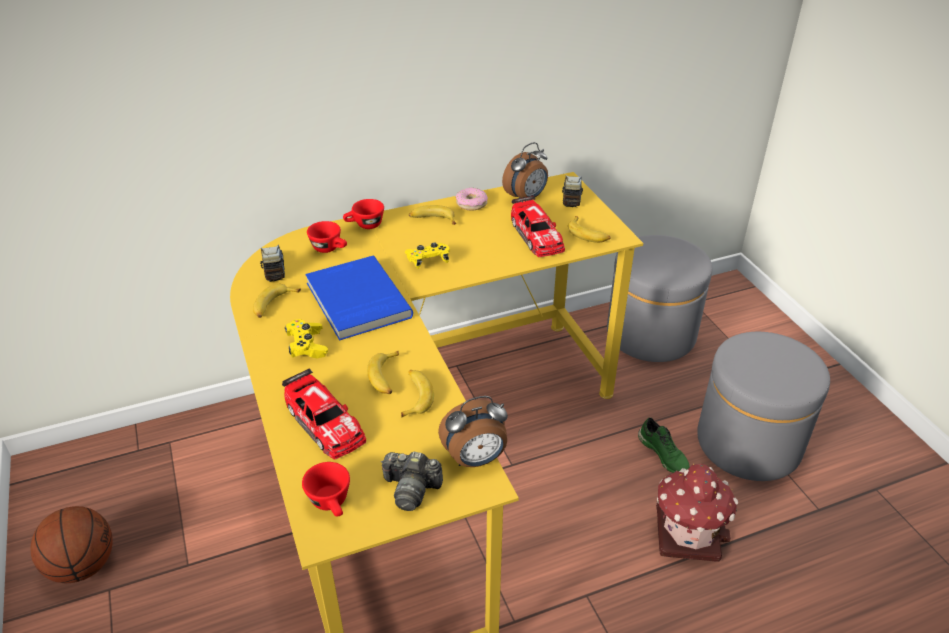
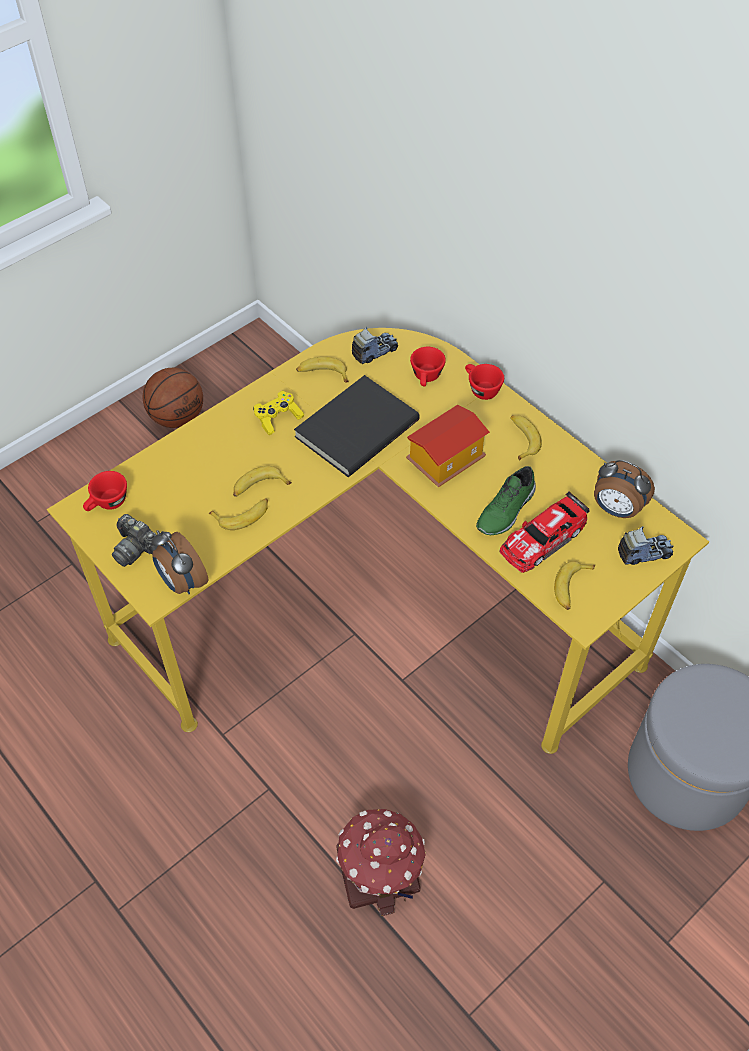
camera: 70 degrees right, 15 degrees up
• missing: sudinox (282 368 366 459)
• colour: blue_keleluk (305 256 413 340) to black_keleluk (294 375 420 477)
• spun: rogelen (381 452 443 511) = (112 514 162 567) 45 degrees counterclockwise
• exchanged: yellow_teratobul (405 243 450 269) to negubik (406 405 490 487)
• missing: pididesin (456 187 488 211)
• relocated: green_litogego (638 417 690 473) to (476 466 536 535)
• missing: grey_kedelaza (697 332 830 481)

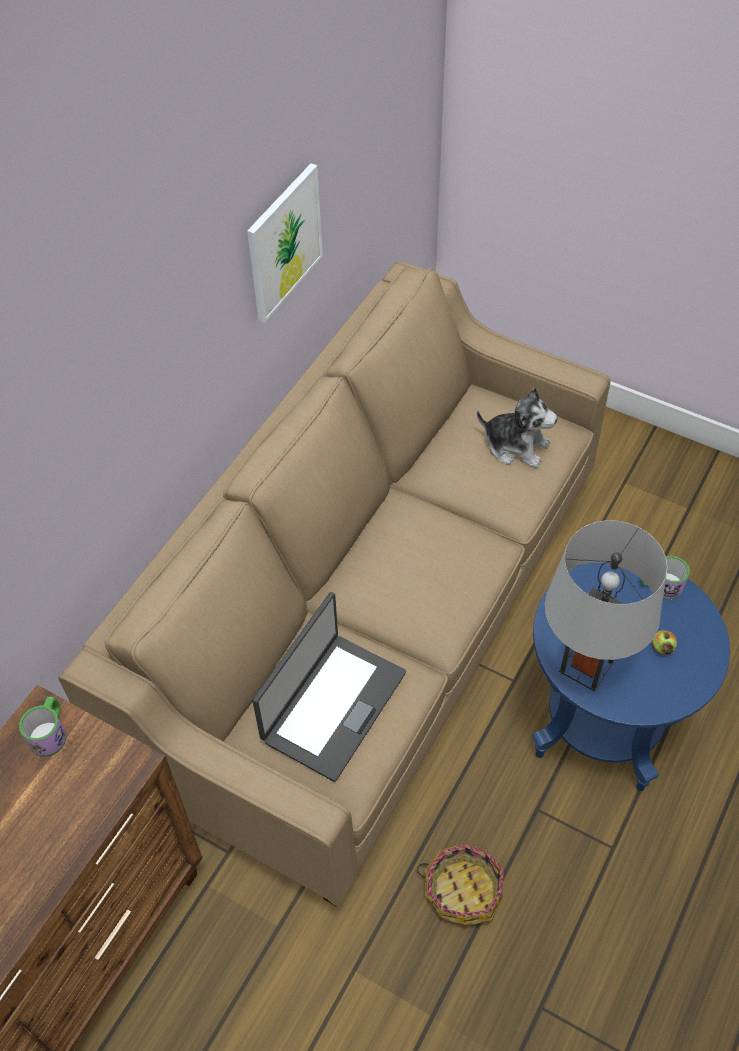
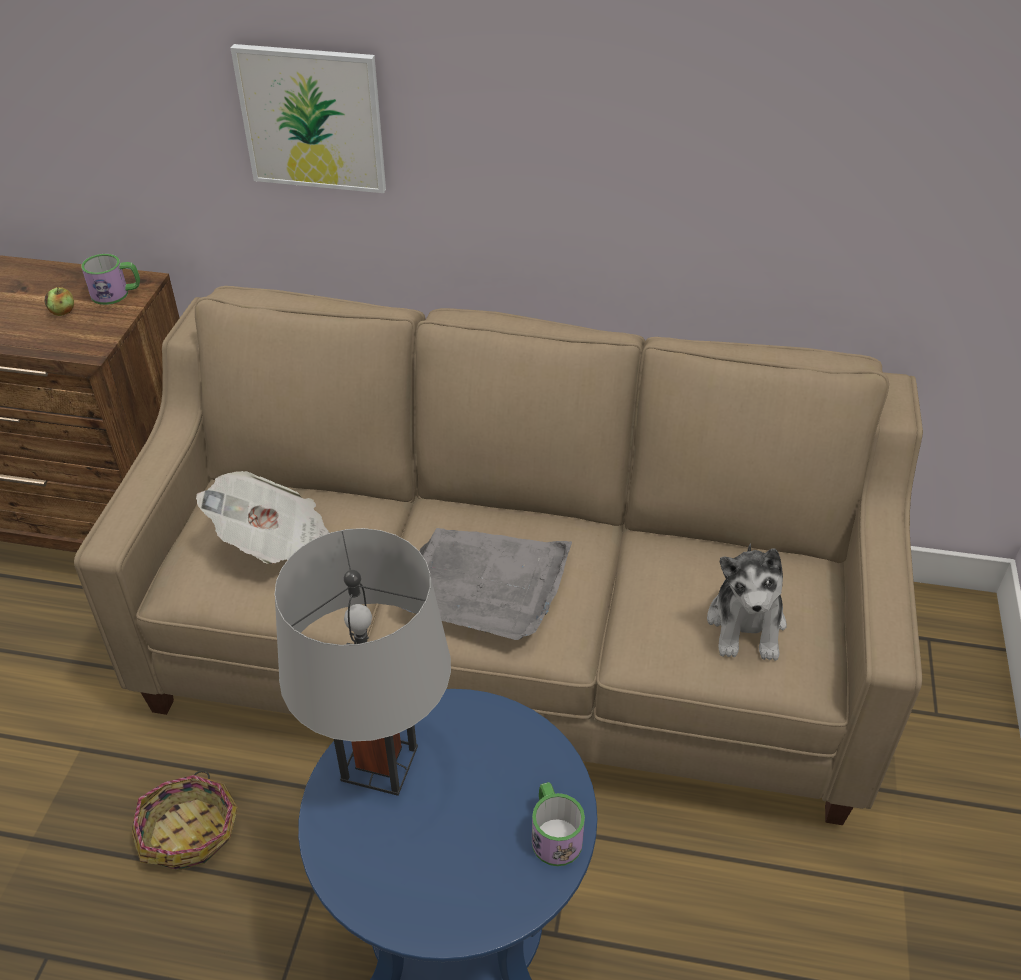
camera: 70 degrees right, 10 degrees down
• relocated: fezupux (247 163 323 323) to (231 44 386 193)
• exchanged: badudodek (252 592 406 782) to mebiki (196 471 329 564)
• relocated: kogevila (652 630 677 655) to (45 287 74 316)
• appeared: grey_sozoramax (402 528 572 640)

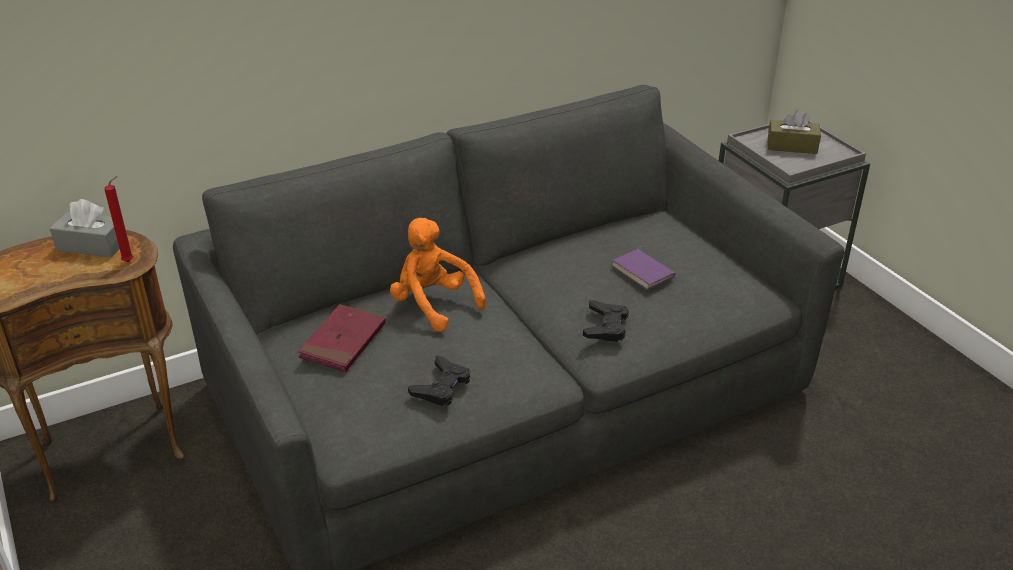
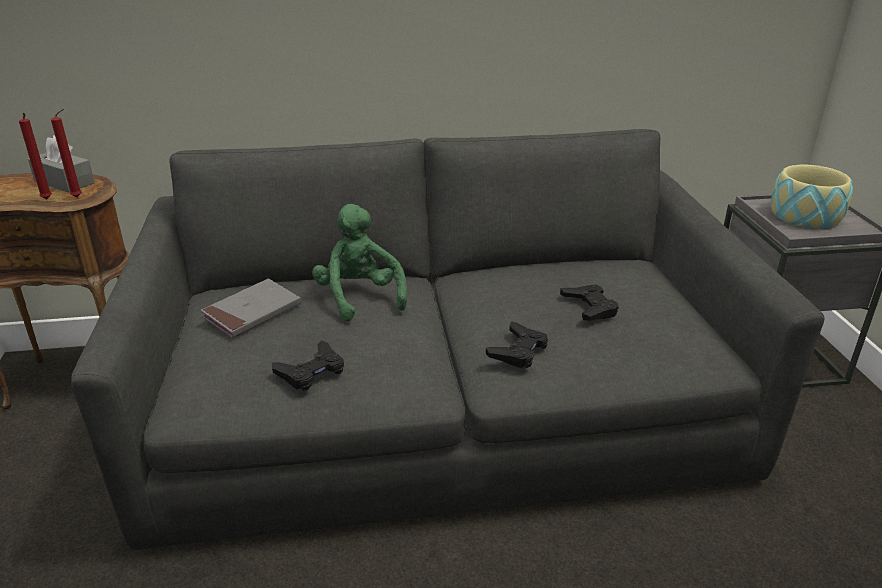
camera: 20 degrees right, 5 degrees down
• colour: red_keleluk (298 304 386 372) to grey_keleluk (201 279 301 338)
• colour: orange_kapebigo (390 218 486 332) to green_kapebigo (312 204 407 322)
• exchanged: purple_keleluk (612 246 676 290) to black_teratobul (560 284 619 321)
• exchanged: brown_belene (768 109 821 154) to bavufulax (771 164 853 229)
• appeared: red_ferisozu (19 113 52 199)

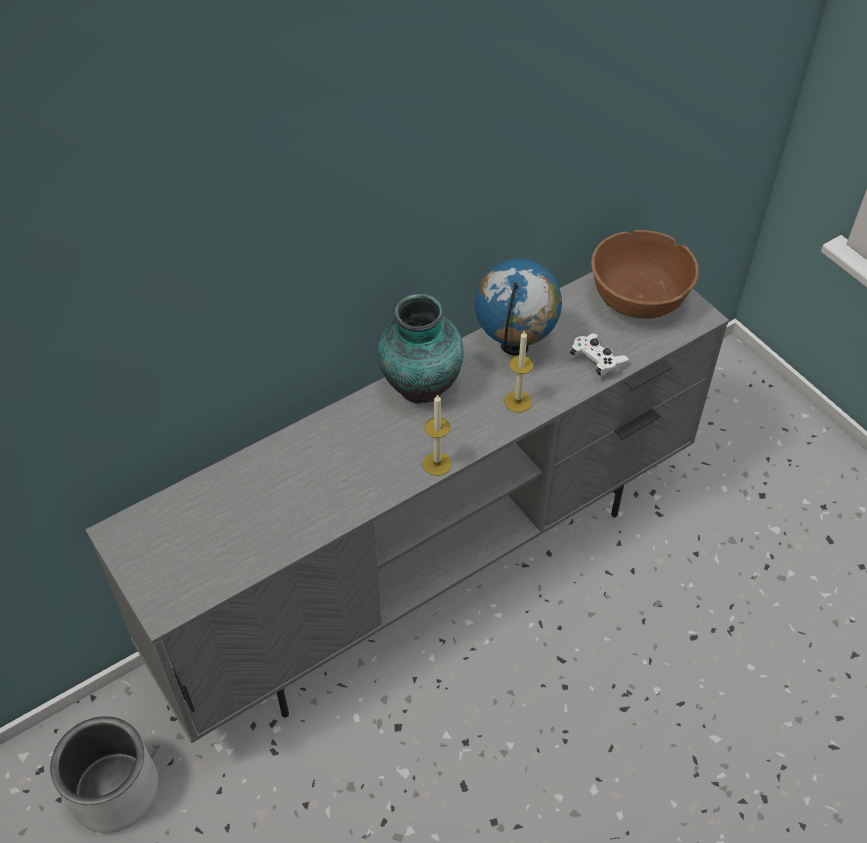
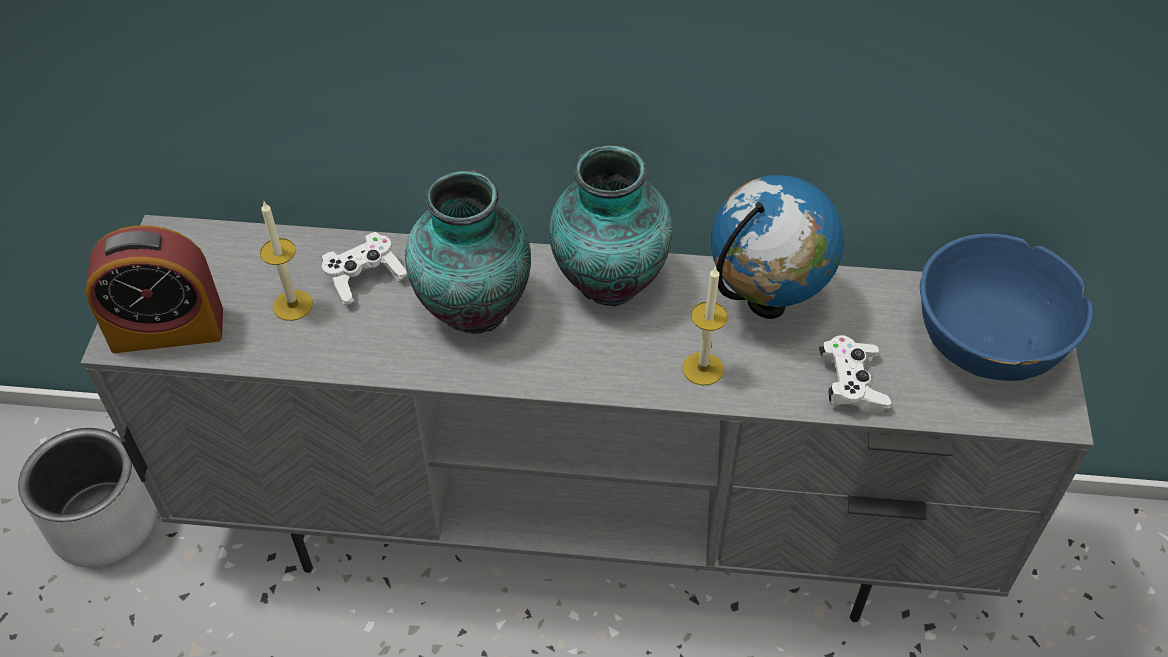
camera: 40 degrees right, 0 degrees up
• relocated: ferisozu (423 394 452 476) to (260 202 313 321)
• colour: brown_bavufulax (591 230 699 319) to blue_bavufulax (920 234 1093 381)
• appeared: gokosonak (86 225 223 353)
• appeared: white_teratobul (322 232 407 306)
• appeared: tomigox (405 170 531 334)

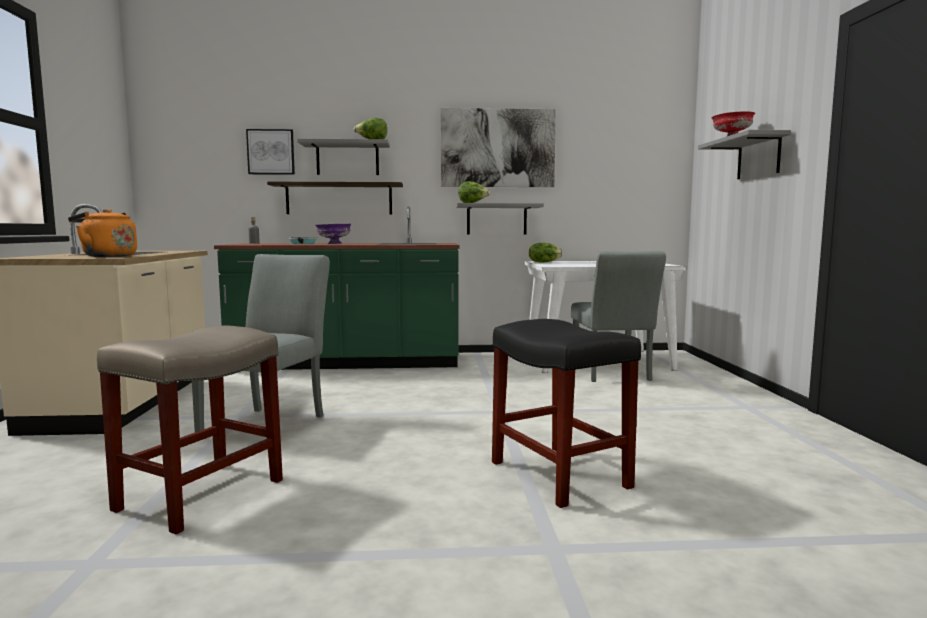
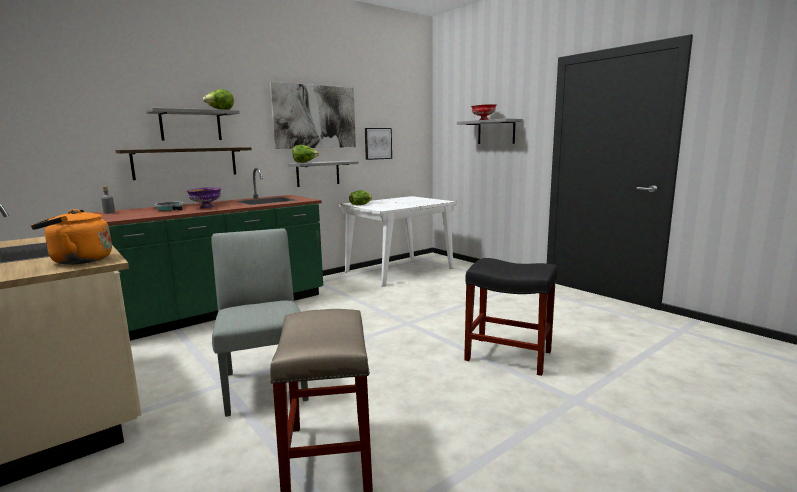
camera: 35 degrees left, 5 degrees up
• relocated: fezupux (246 129 295 175) to (365 128 392 160)
• missing: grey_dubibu (571 251 666 382)

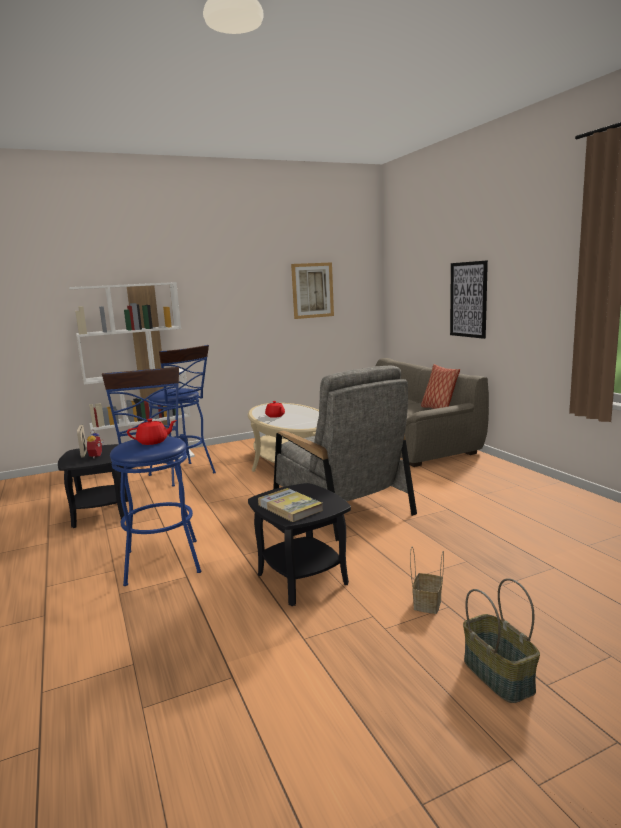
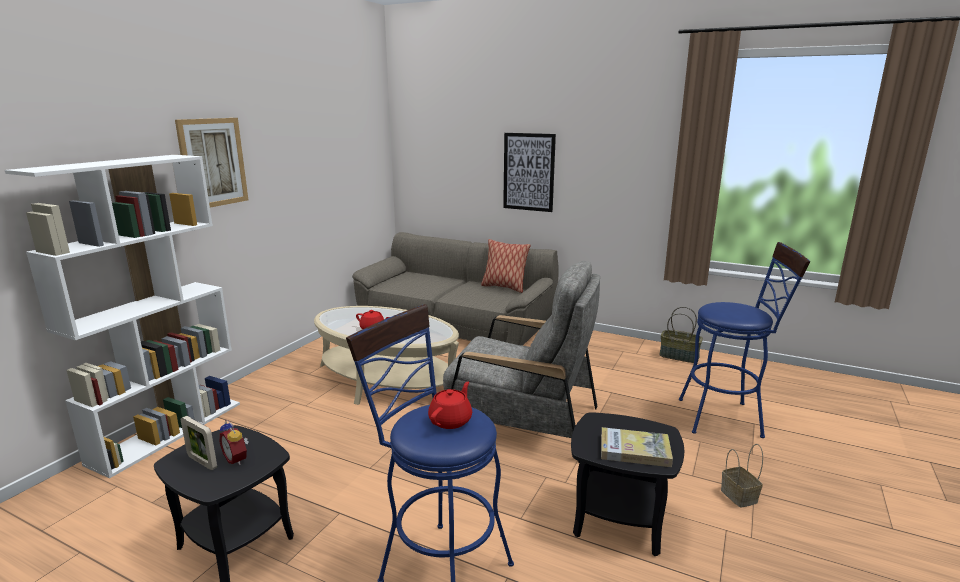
camera: 40 degrees left, 5 degrees up
• relocated: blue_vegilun (148 345 216 487) to (679 242 810 438)
• relocated: fezupux (291 262 334 319) to (175 118 248 208)
• relocated: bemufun (463 578 540 703) to (660 307 703 363)

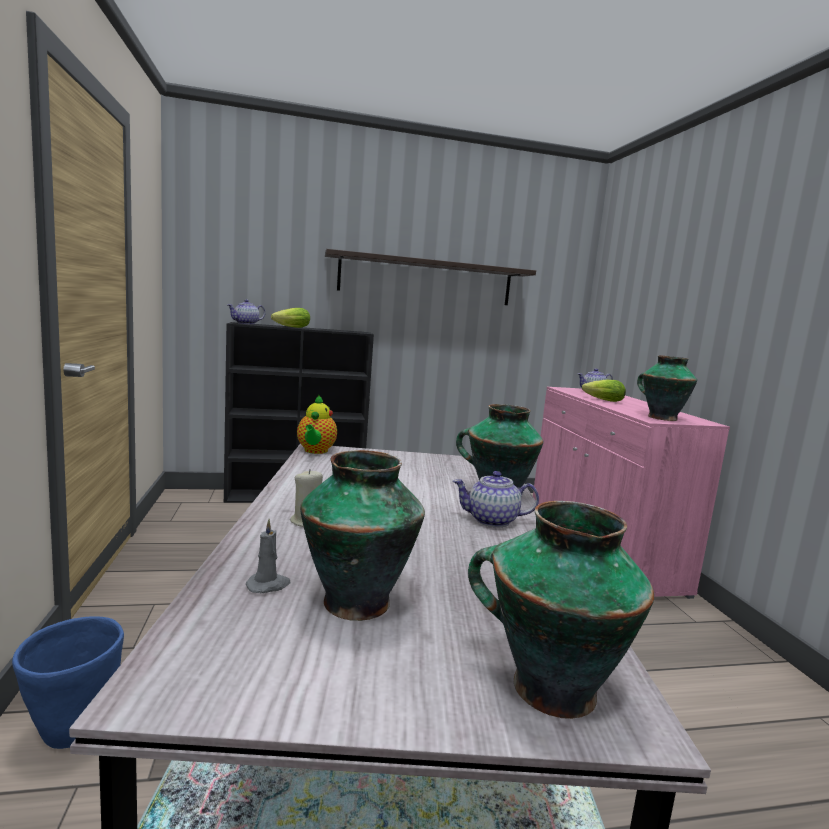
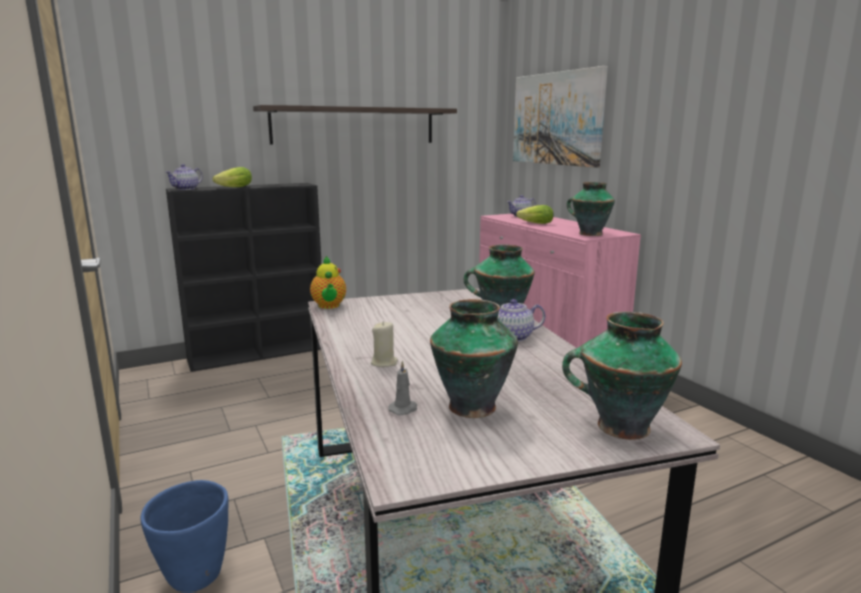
camera: 15 degrees left, 5 degrees up
• appeared: fezupux (513 66 608 168)

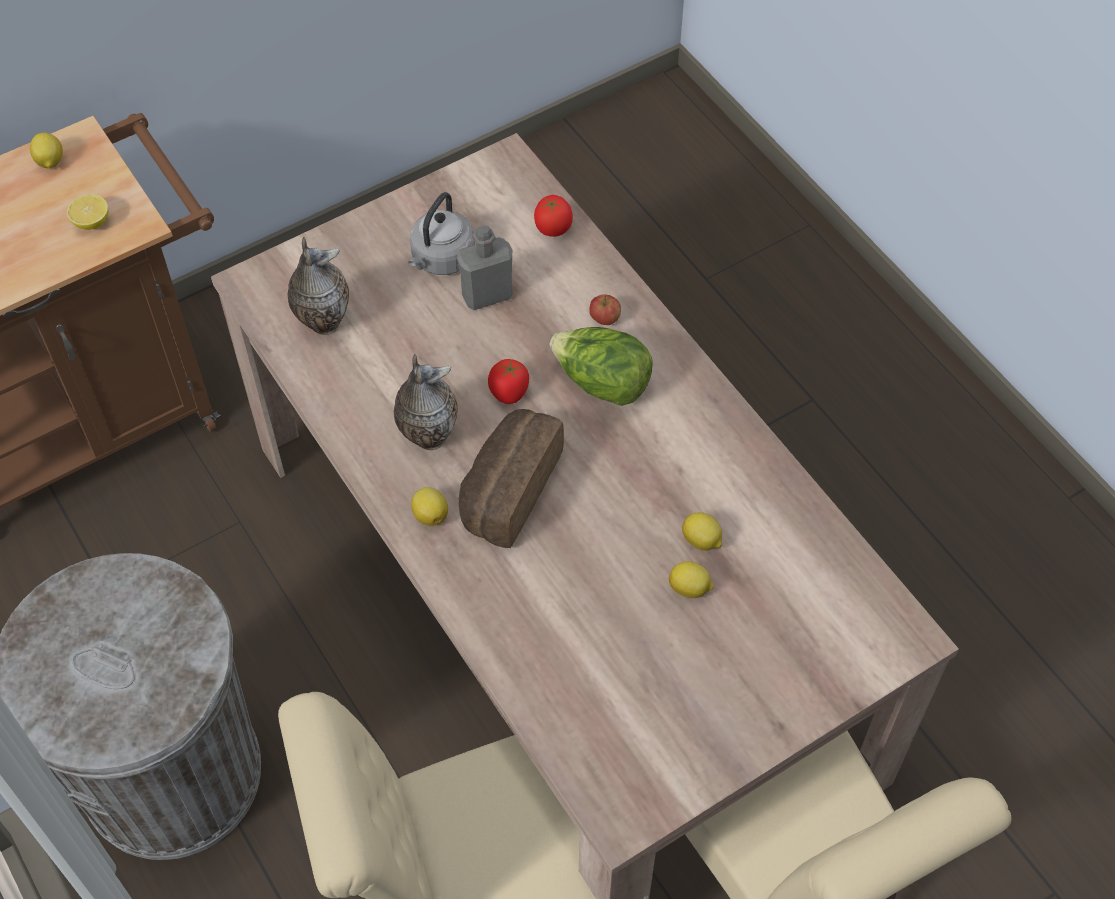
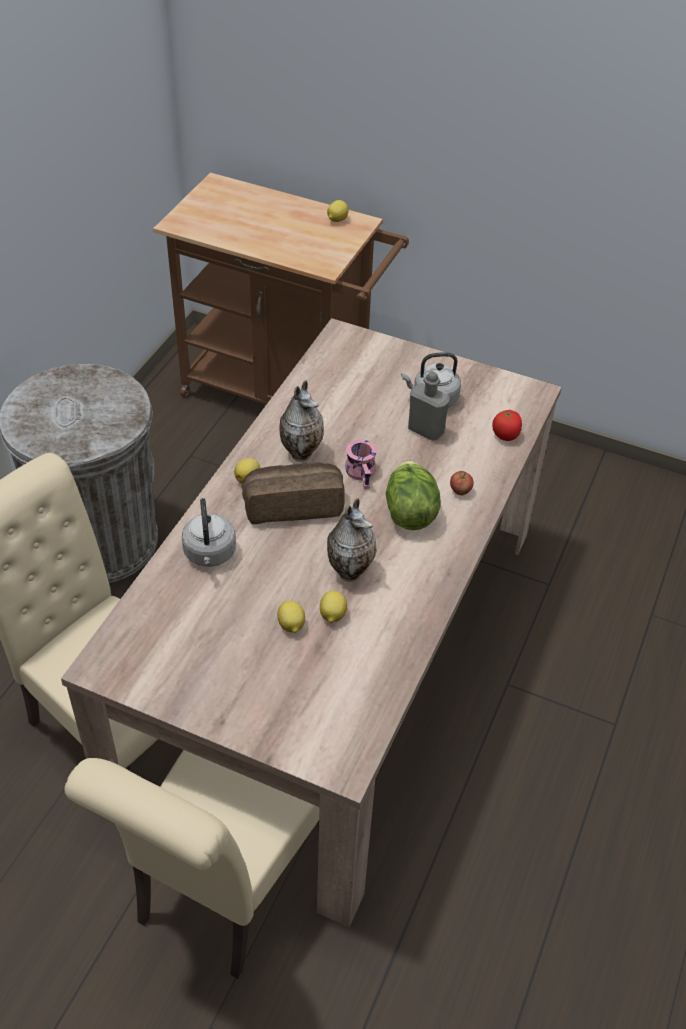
camera: 55 degrees right, 10 degrees down
• missing: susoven (67 194 109 230)
• relocated: tomigox (288 237 349 335) to (327 498 376 582)
• exchanged: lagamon (488 359 529 404) to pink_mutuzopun (345 439 377 489)
• appeared: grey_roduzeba (182 498 236 567)

